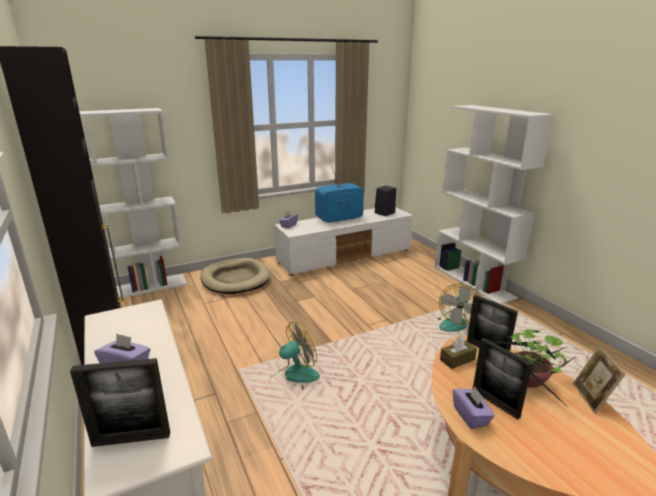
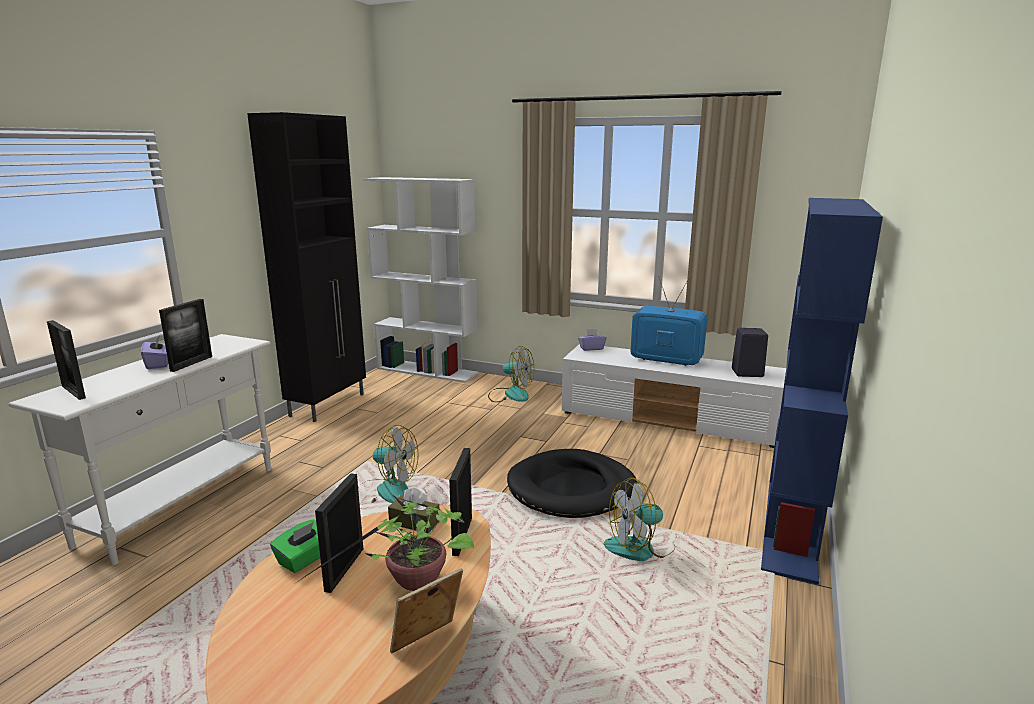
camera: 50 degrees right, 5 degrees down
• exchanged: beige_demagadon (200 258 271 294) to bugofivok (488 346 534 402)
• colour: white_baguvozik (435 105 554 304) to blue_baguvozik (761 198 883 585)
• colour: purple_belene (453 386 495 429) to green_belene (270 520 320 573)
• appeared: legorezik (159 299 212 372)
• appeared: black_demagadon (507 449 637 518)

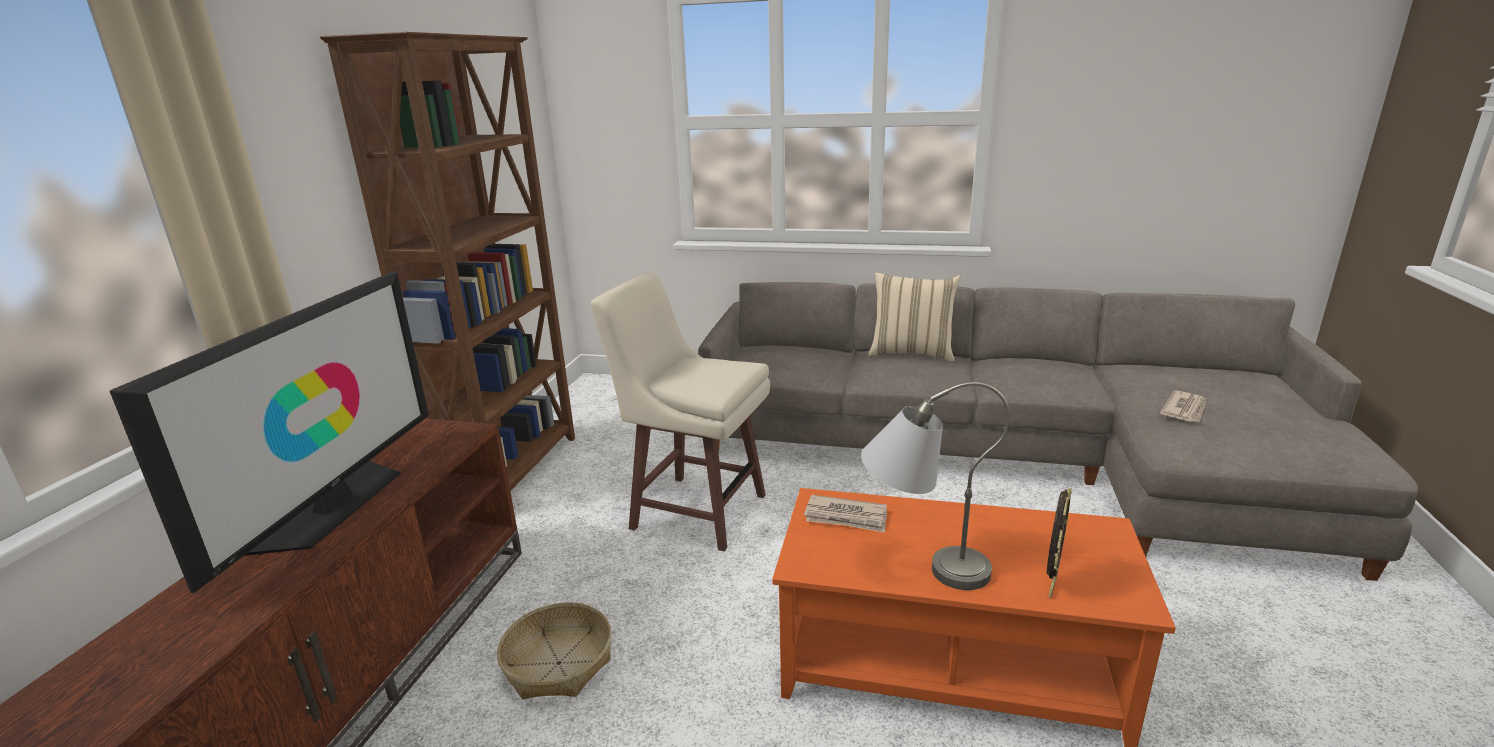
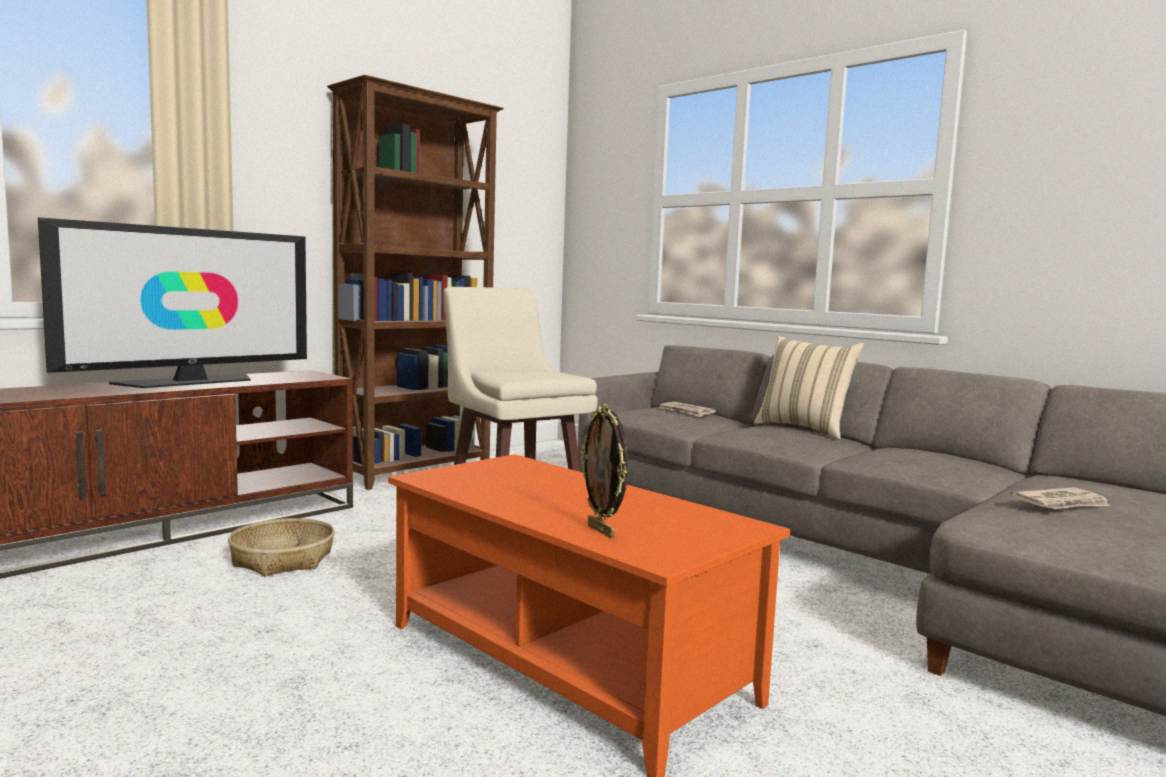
camera: 30 degrees right, 15 degrees down
• relocated: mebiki (804 495 887 533) to (660 402 716 417)
• missing: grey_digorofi (861 382 1010 590)
• spun: legorezik (1047 488 1072 598) = (580 404 628 538) 90 degrees clockwise

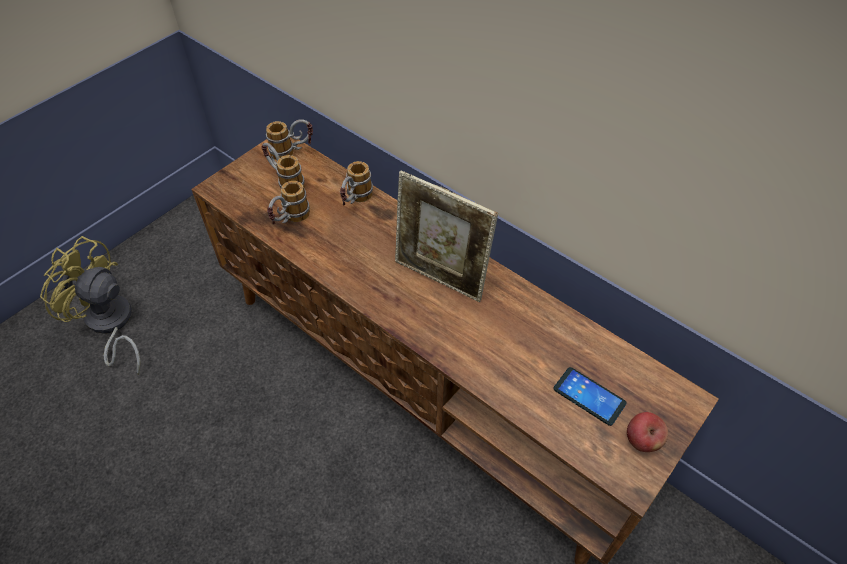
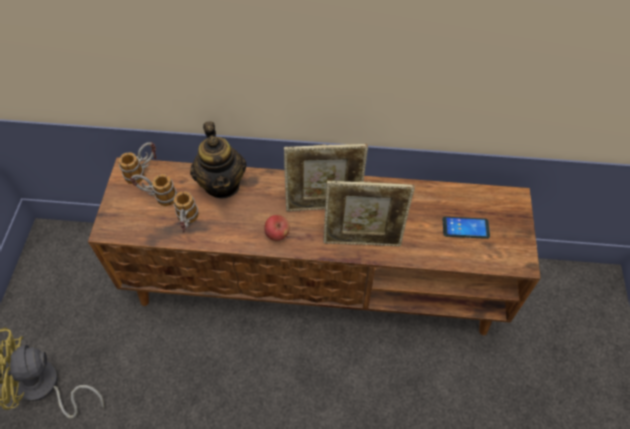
camera: 35 degrees left, 5 degrees up
• exchanged: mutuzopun (340 161 373 205) to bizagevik (190 121 247 199)
• relocated: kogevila (627 412 668 452) to (264 215 290 241)
• appeared: legorezik (323 181 415 246)

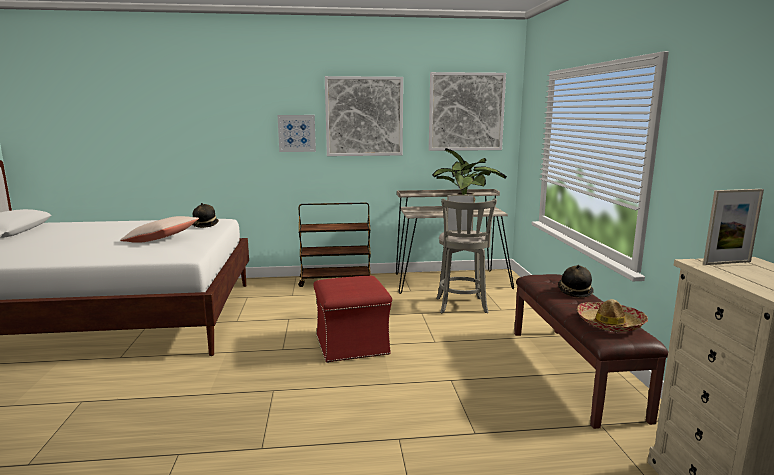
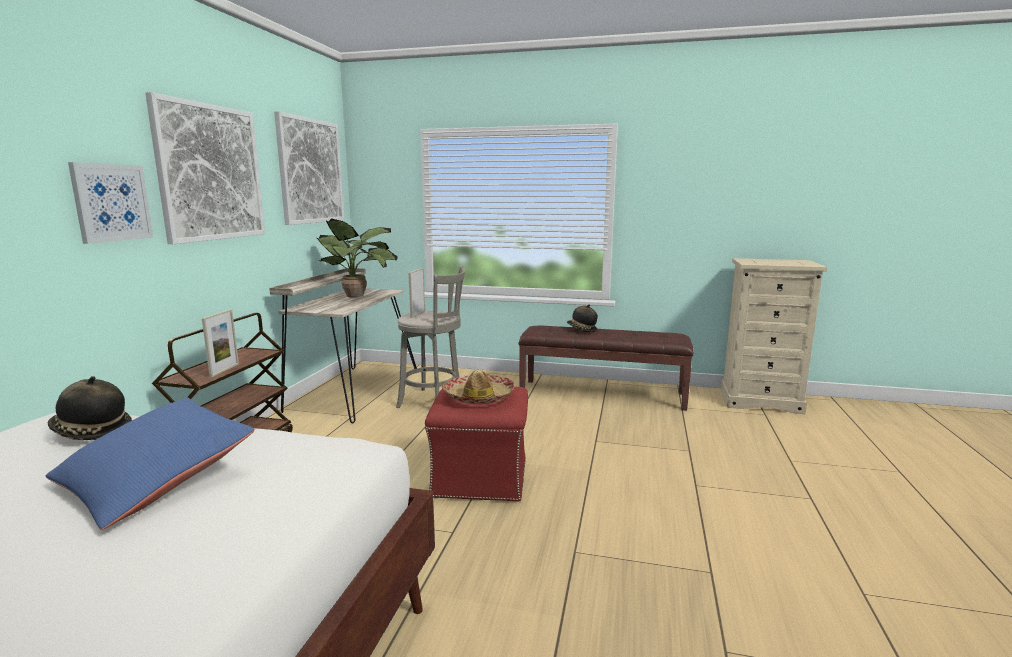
camera: 70 degrees left, 0 degrees up
• colour: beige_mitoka (120 216 199 243) to blue_mitoka (46 398 255 530)
• relocated: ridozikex (577 299 648 332) to (442 370 515 404)
• relocated: legorezik (703 189 764 265) to (202 309 239 377)

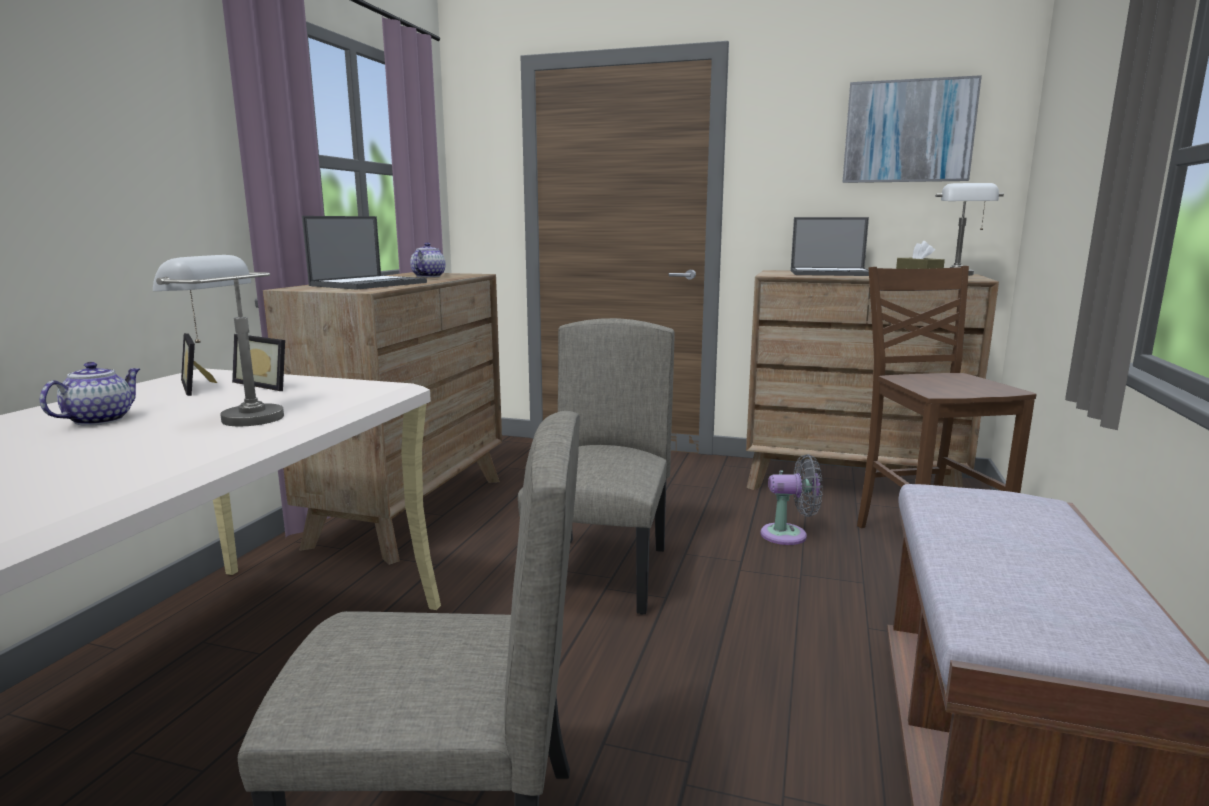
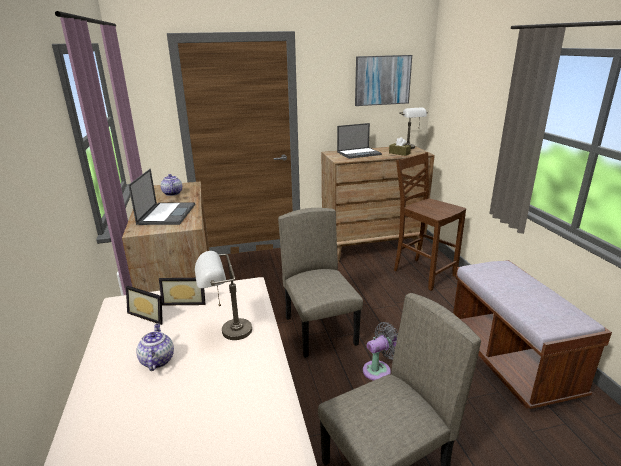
camera: 30 degrees left, 10 degrees up
• relocated: grey_bugofivok (760 454 823 545) to (363 322 398 381)

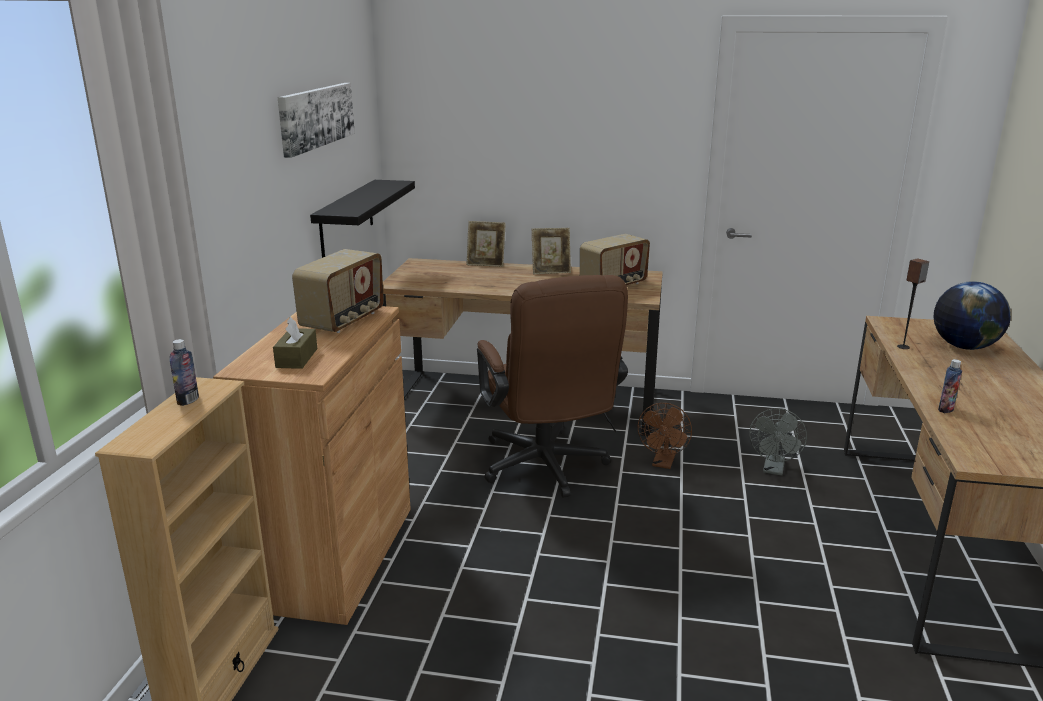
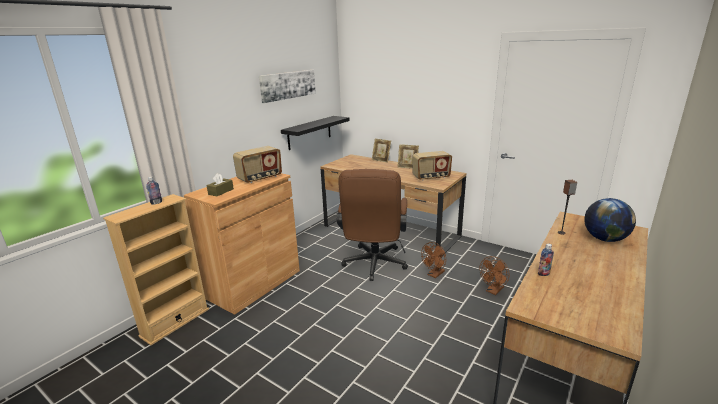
camera: 25 degrees right, 0 degrees up
• colour: grey_bugofivok (749 408 807 476) to brown_bugofivok (479 256 510 295)

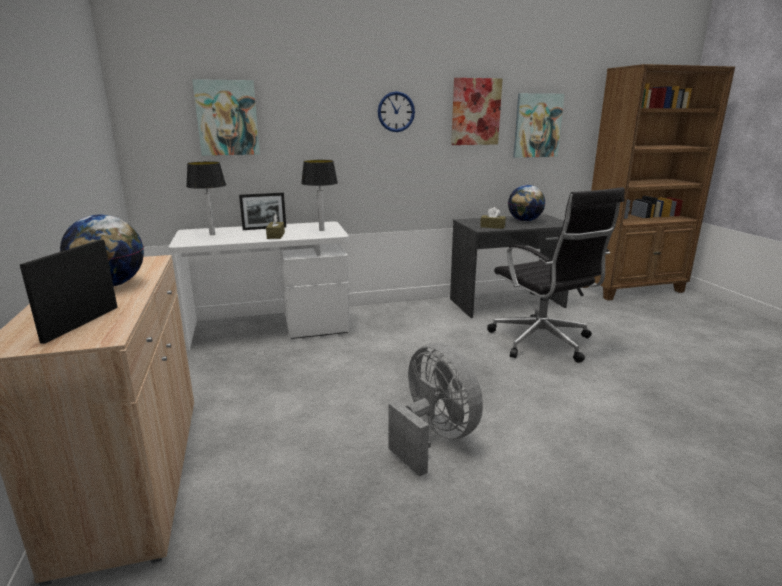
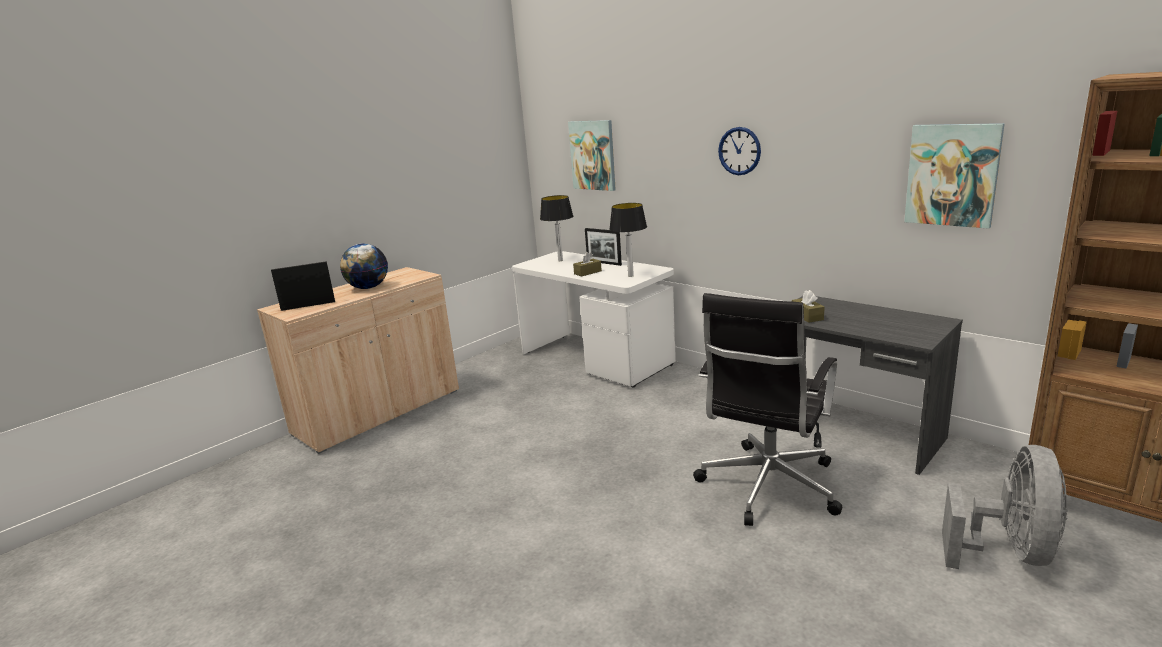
camera: 60 degrees right, 0 degrees up
• relocated: grey_bugofivok (388 343 483 477) to (942 445 1068 569)
• missing: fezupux (451 78 503 145)
• missing: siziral (508 185 545 222)

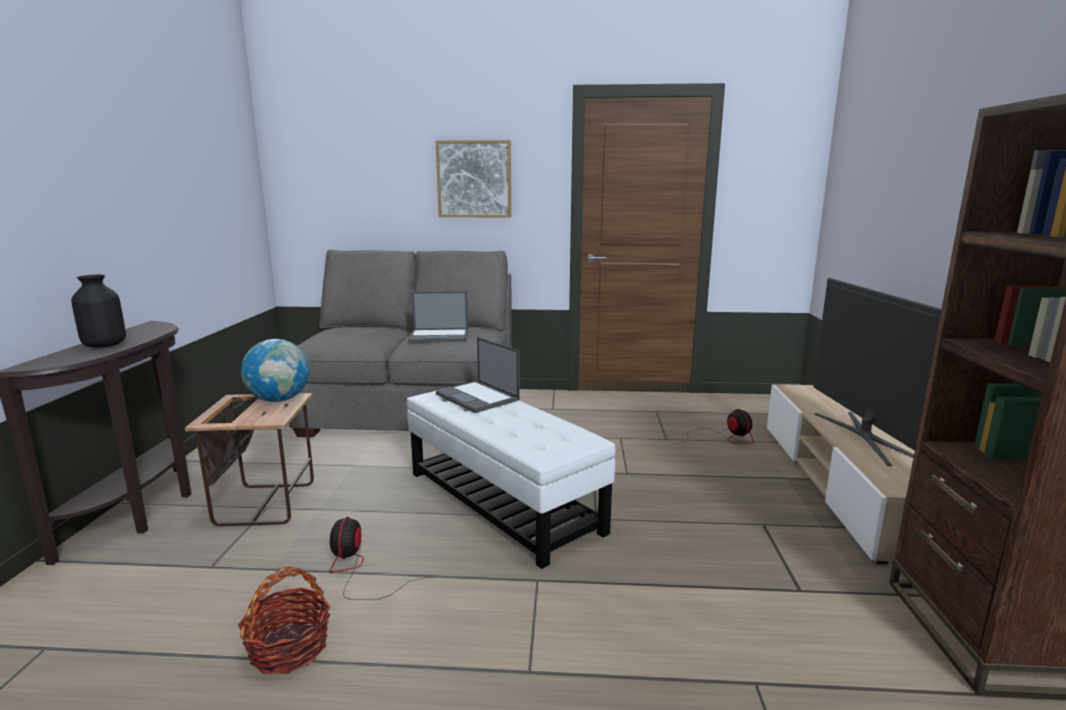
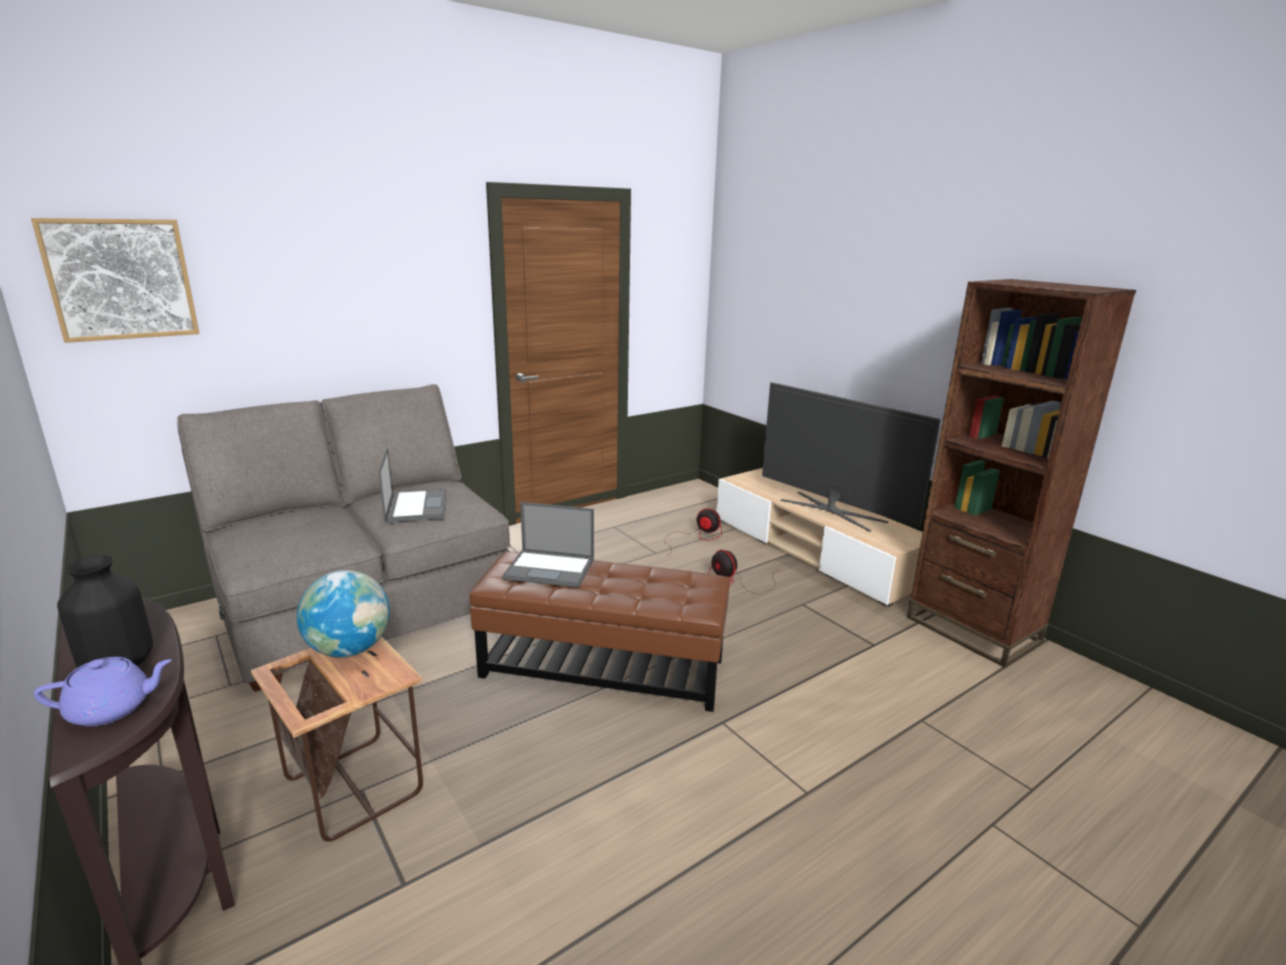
camera: 40 degrees left, 5 degrees up
• missing: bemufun (238 567 330 674)
• relocated: bugofivok (329 517 437 600) to (708 550 780 594)
• colour: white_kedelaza (407 385 616 569) to brown_kedelaza (469 552 730 712)
• spun: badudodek (408 291 468 343) = (378 448 446 522) 60 degrees counterclockwise
• relocated: fezupux (436 140 511 217) to (31 218 200 343)
• appeared: purple_bizagevik (34 657 172 726)

